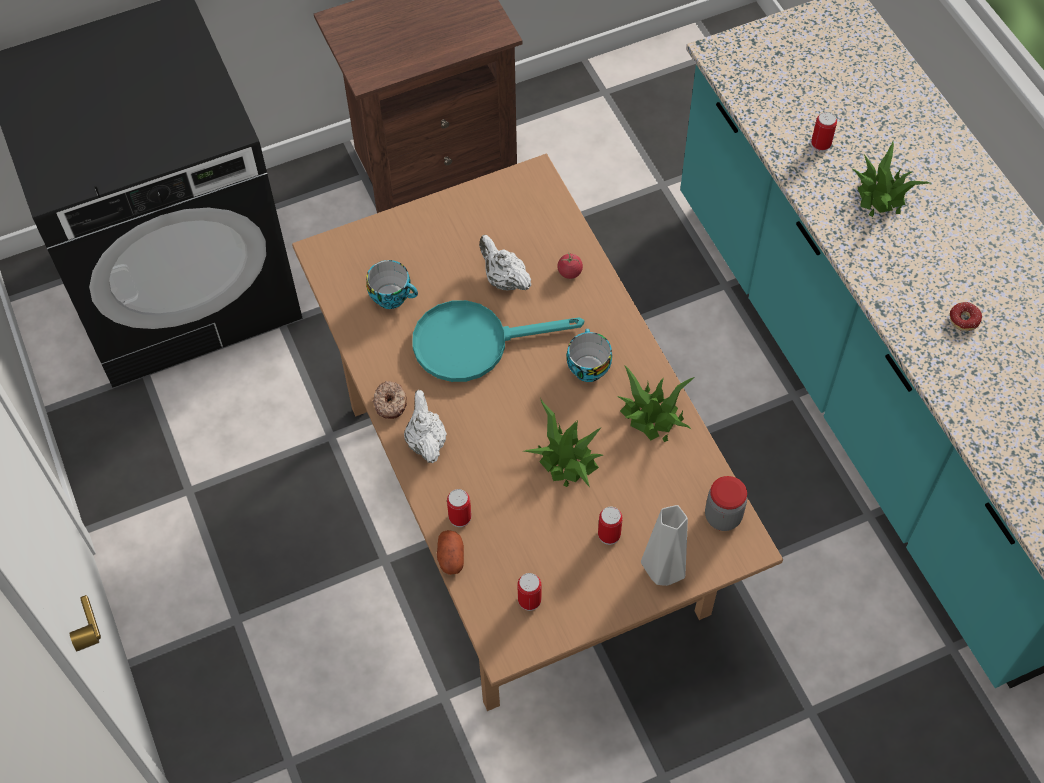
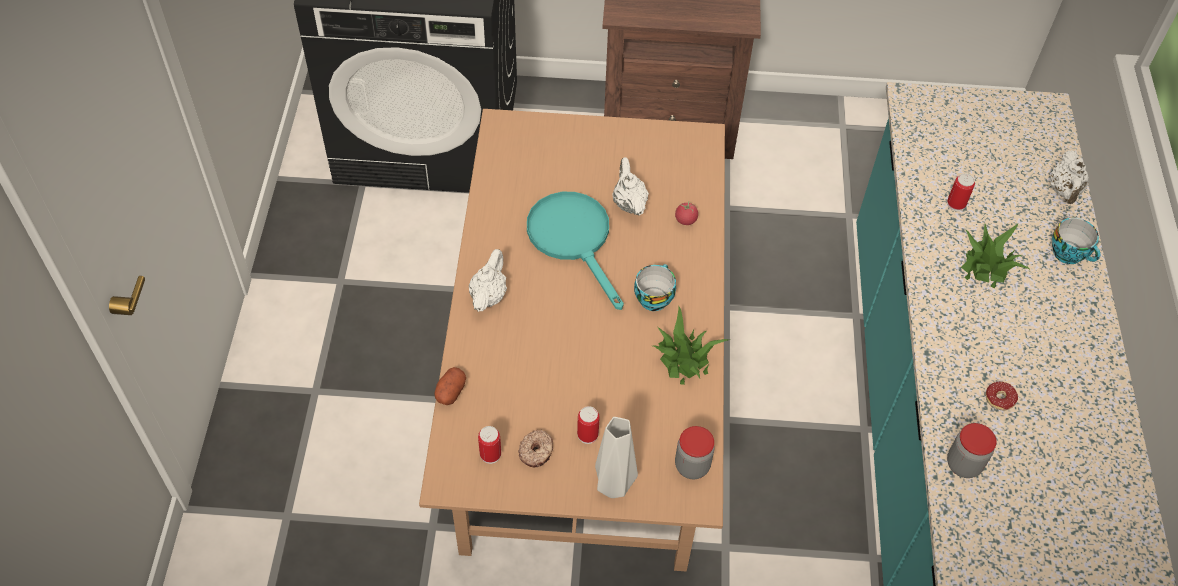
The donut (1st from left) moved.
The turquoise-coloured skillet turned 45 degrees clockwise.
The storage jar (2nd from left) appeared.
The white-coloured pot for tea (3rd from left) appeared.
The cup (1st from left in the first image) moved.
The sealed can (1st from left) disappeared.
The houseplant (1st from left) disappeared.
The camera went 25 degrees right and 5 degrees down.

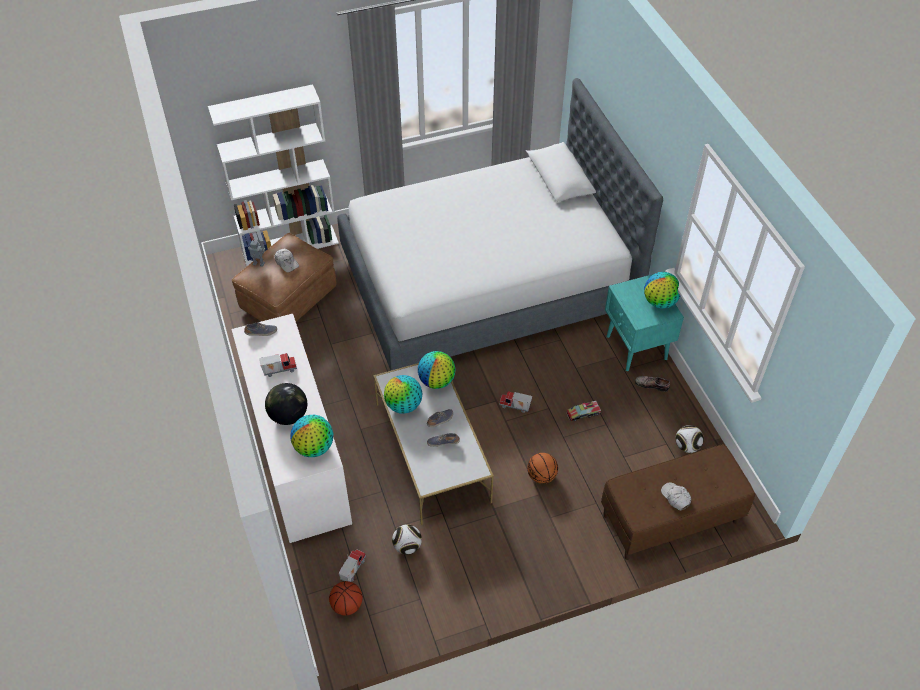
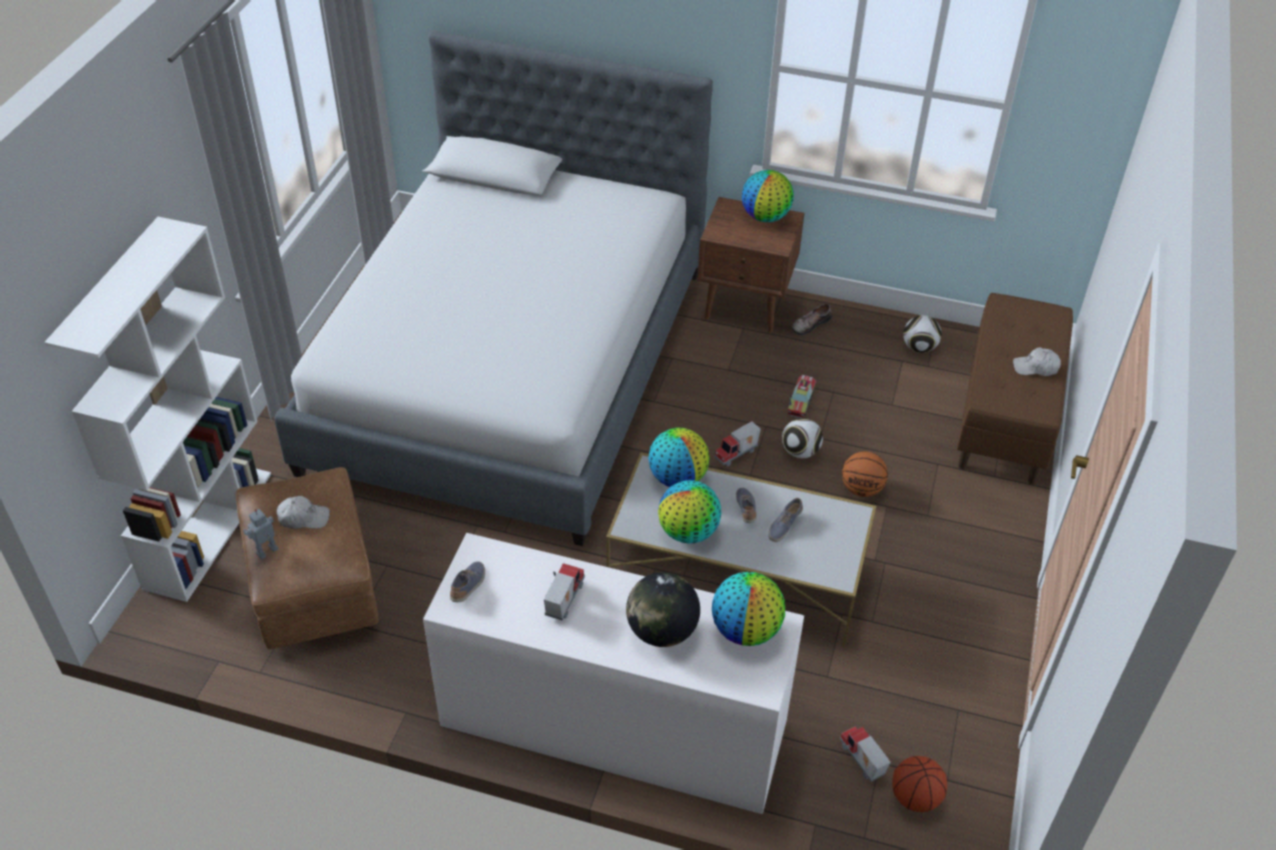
The turquoise-coloured nightstand became the brown nightstand.
The football (1st from left) moved.
The camera went 55 degrees left and 5 degrees down.

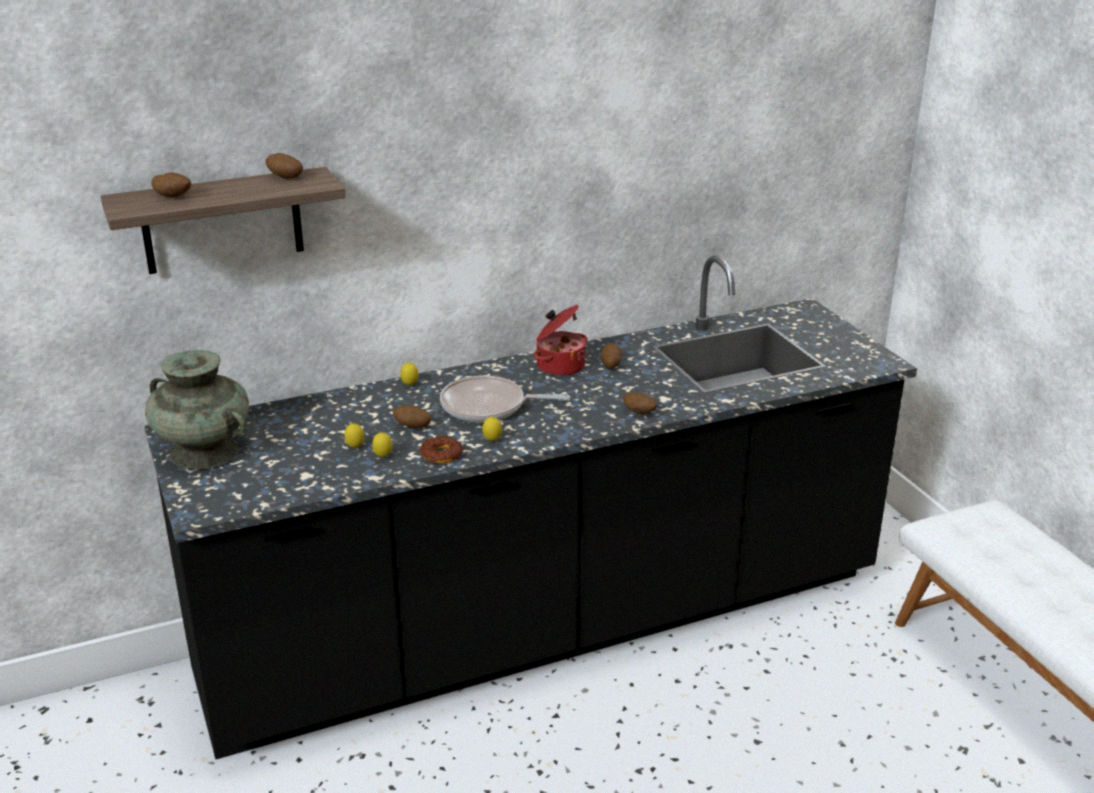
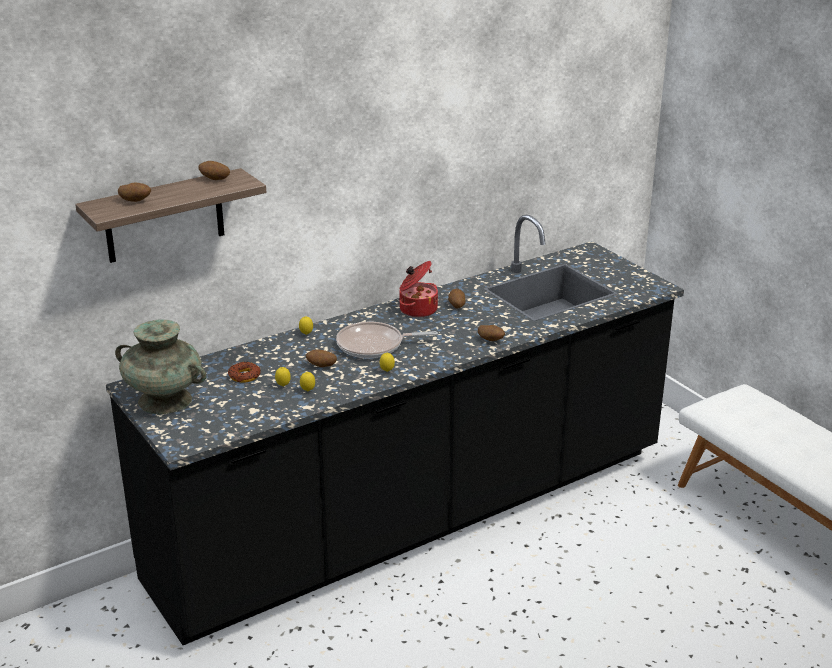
The donut moved.
The camera went 10 degrees left and 0 degrees up.

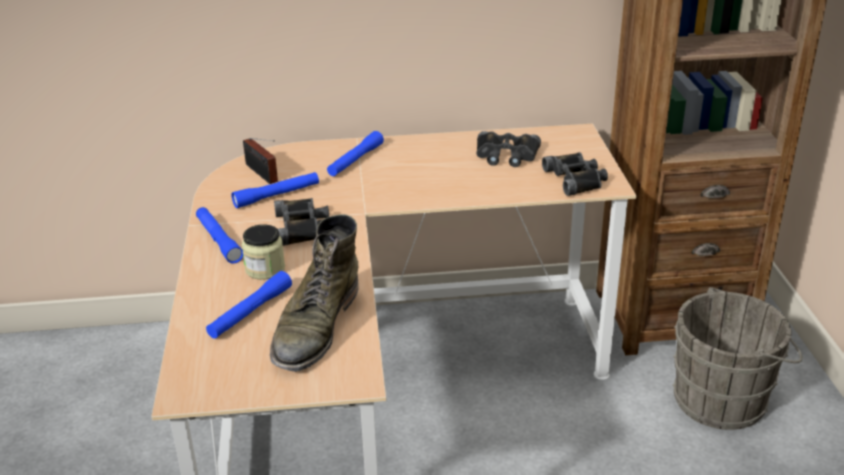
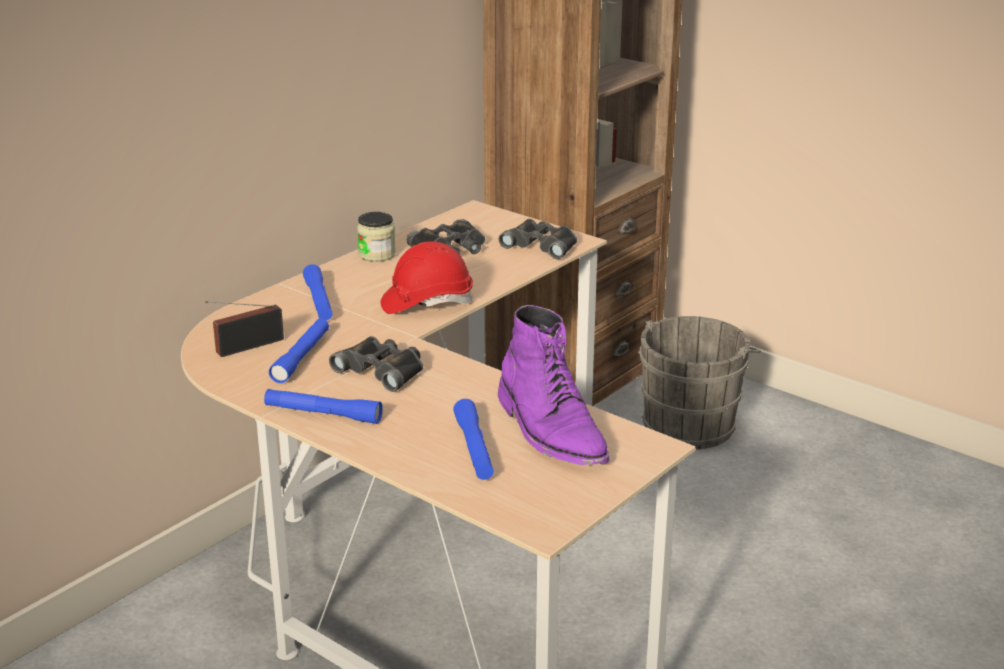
The radio turned 135 degrees clockwise.
The storage jar moved.
The red-coloured hard hat appeared.
The green-coloured boot became the purple boot.
The camera went 45 degrees left and 5 degrees down.

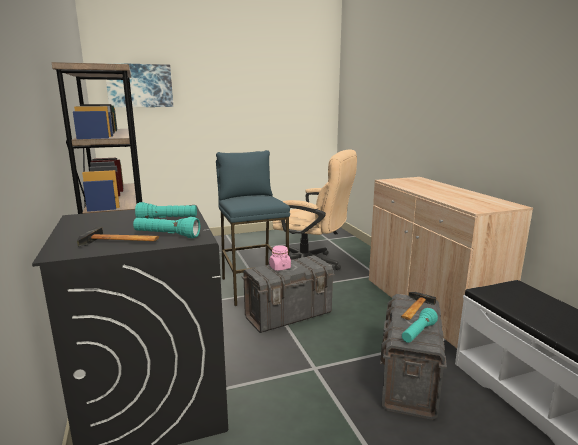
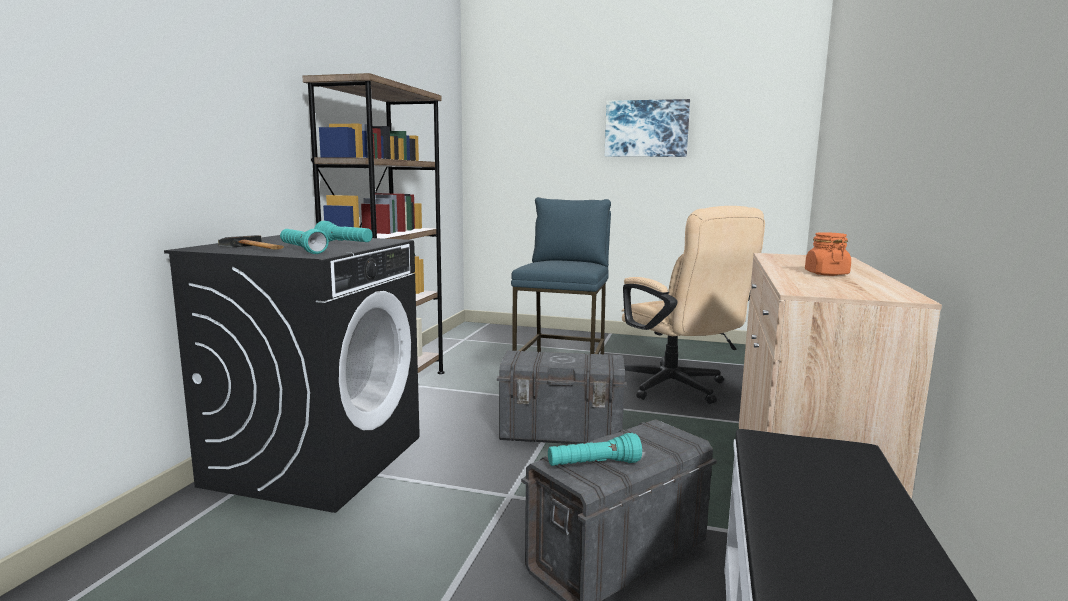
The wall picture moved.
The orangey storage jar appeared.
The pinkish storage jar disappeared.
The hand hammer (2nd from left) disappeared.
The camera went 35 degrees right and 5 degrees down.

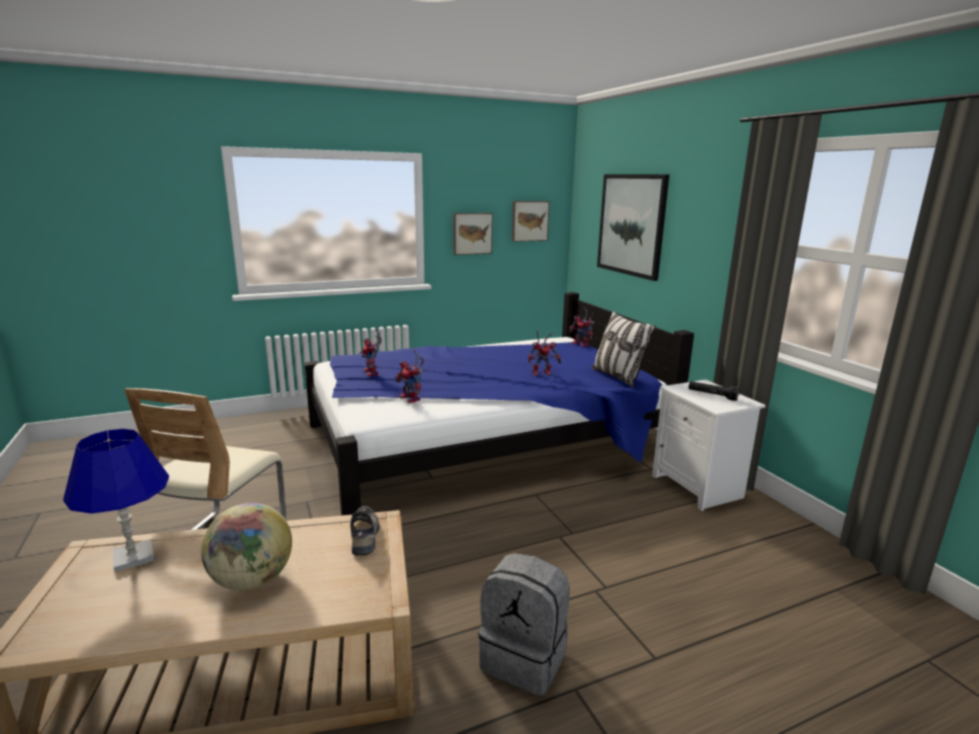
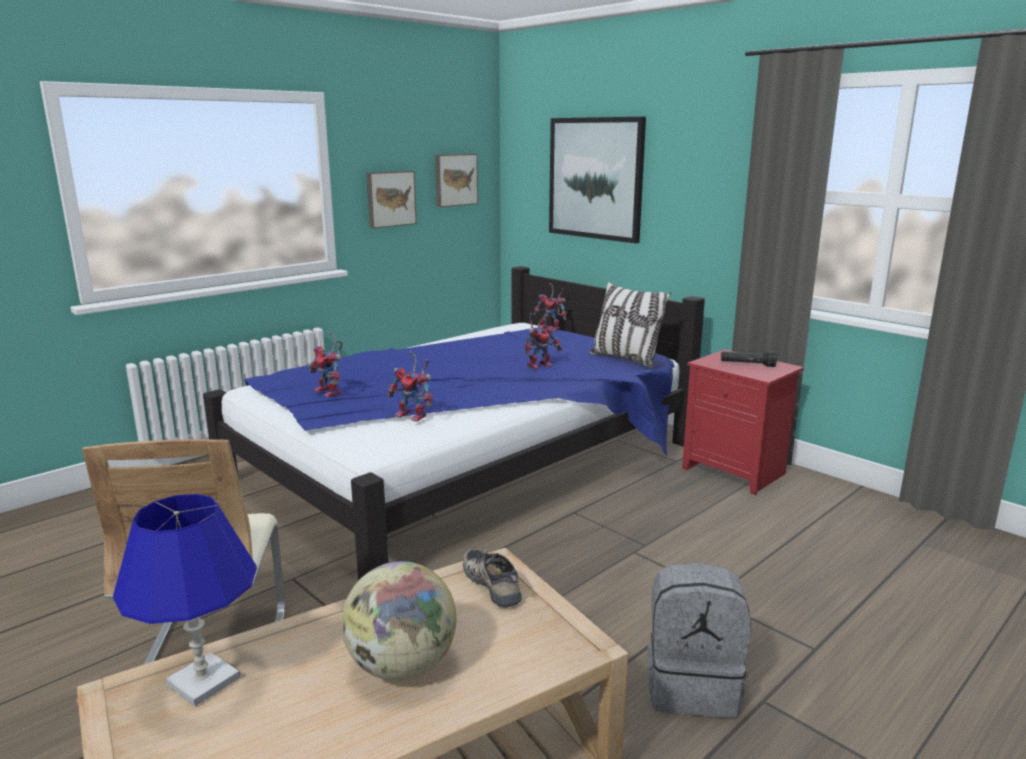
The white-coloured nightstand became the red-coloured nightstand.
The camera went 20 degrees left and 0 degrees up.

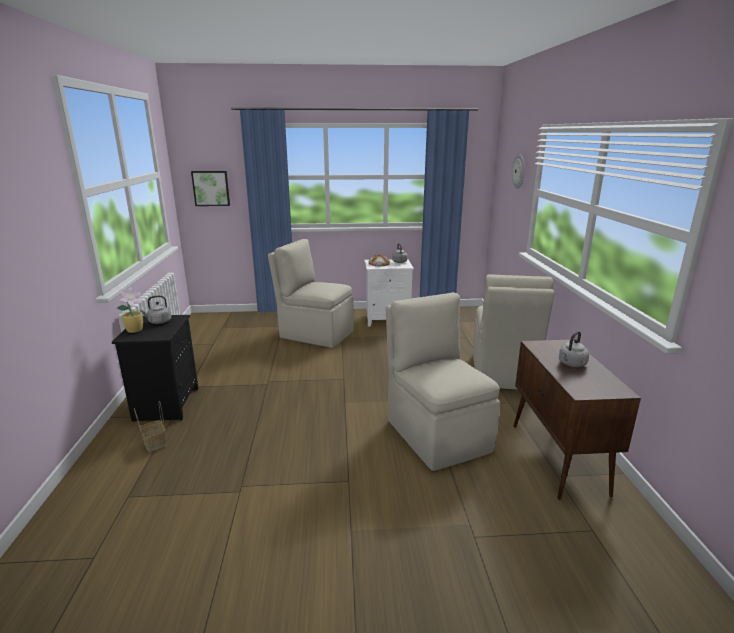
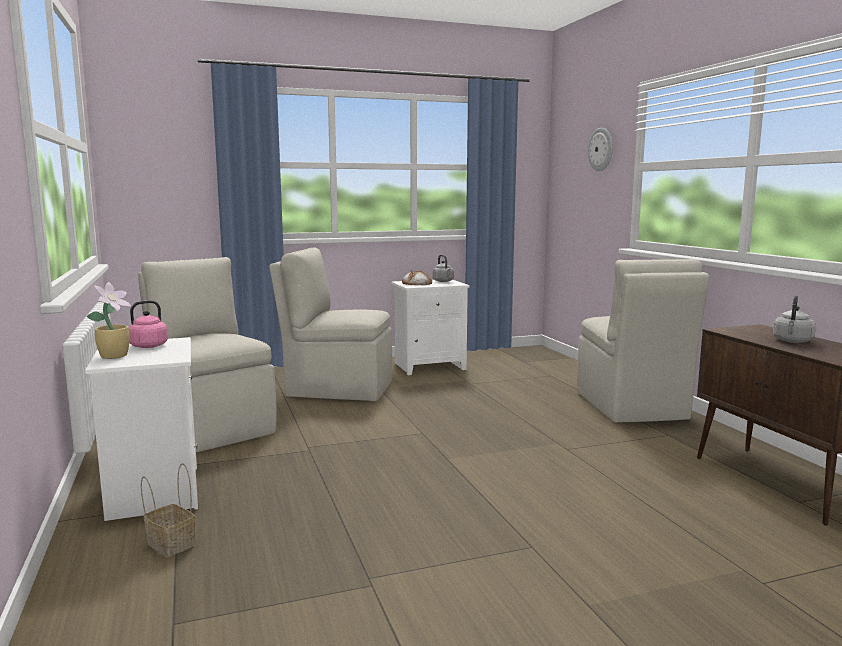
The black-coloured nightstand became the white-coloured nightstand (1st from left).
The greyish kettle (1st from left) became the pinkish kettle.
The sand-coloured plain chair (2nd from left in the first image) moved.
The wall picture disappeared.
The camera went 15 degrees left and 10 degrees down.

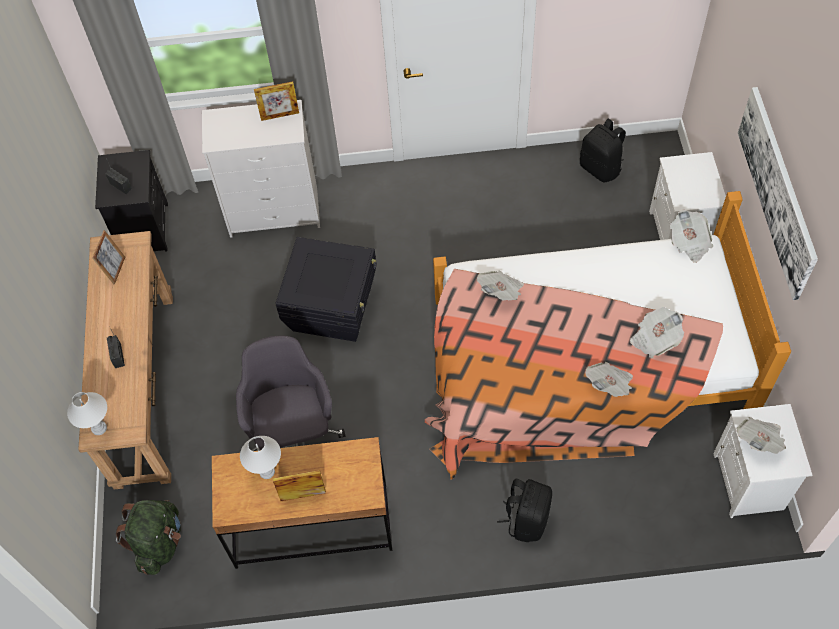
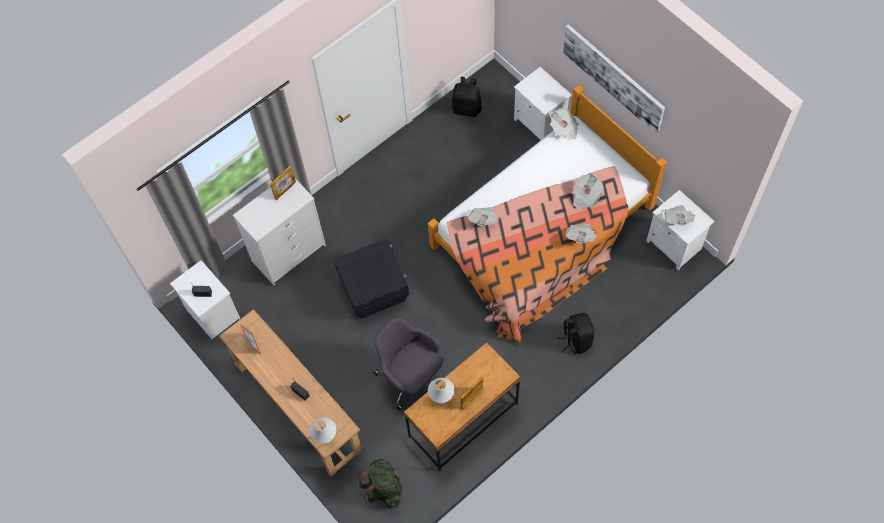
The black-coloured nightstand became the white-coloured nightstand (1st from left).
The camera went 35 degrees left and 5 degrees up.

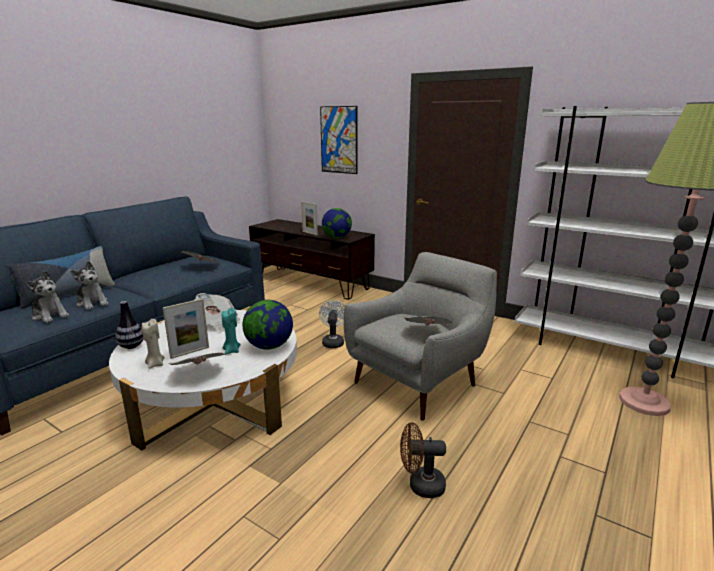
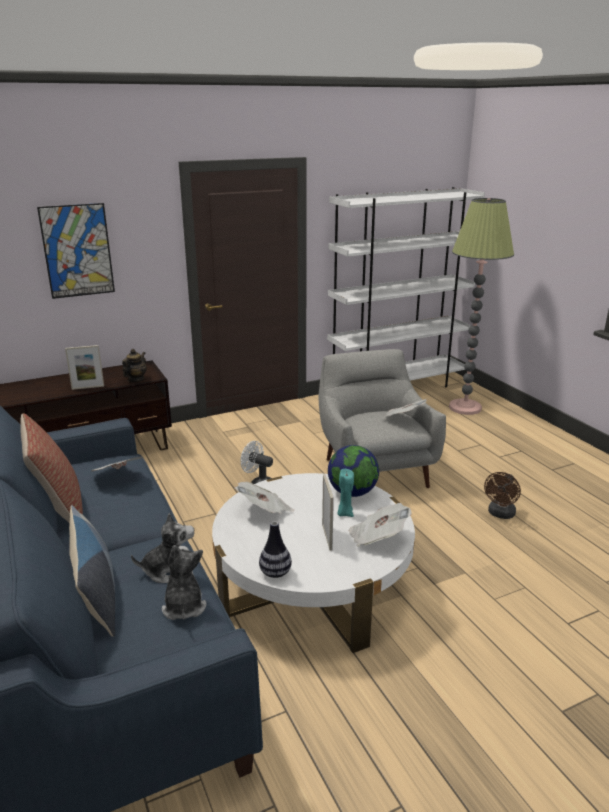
The pillow (1st from left) appeared.
The world globe (2nd from left) was replaced by the pot for tea.
The soft toy (1st from left in the first image) turned 75 degrees counterclockwise.
The sand-coloured candle disappeared.
The camera went 60 degrees left and 5 degrees up.

